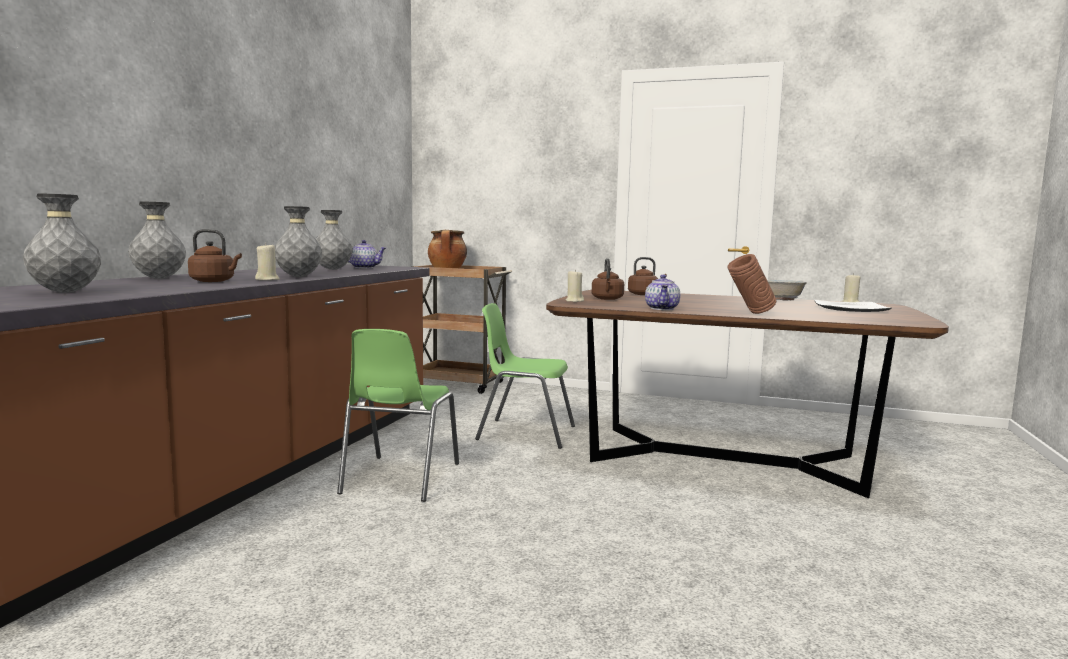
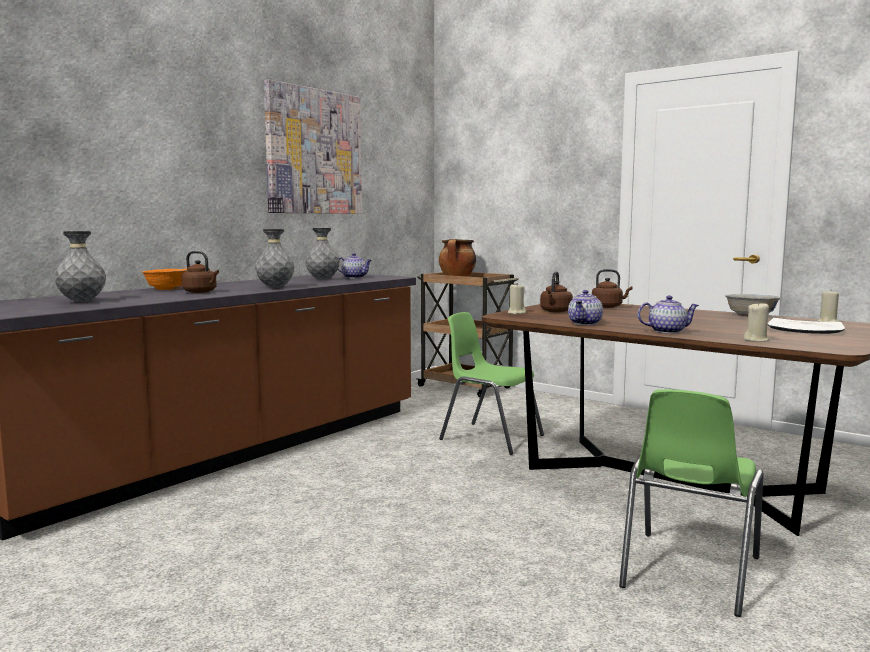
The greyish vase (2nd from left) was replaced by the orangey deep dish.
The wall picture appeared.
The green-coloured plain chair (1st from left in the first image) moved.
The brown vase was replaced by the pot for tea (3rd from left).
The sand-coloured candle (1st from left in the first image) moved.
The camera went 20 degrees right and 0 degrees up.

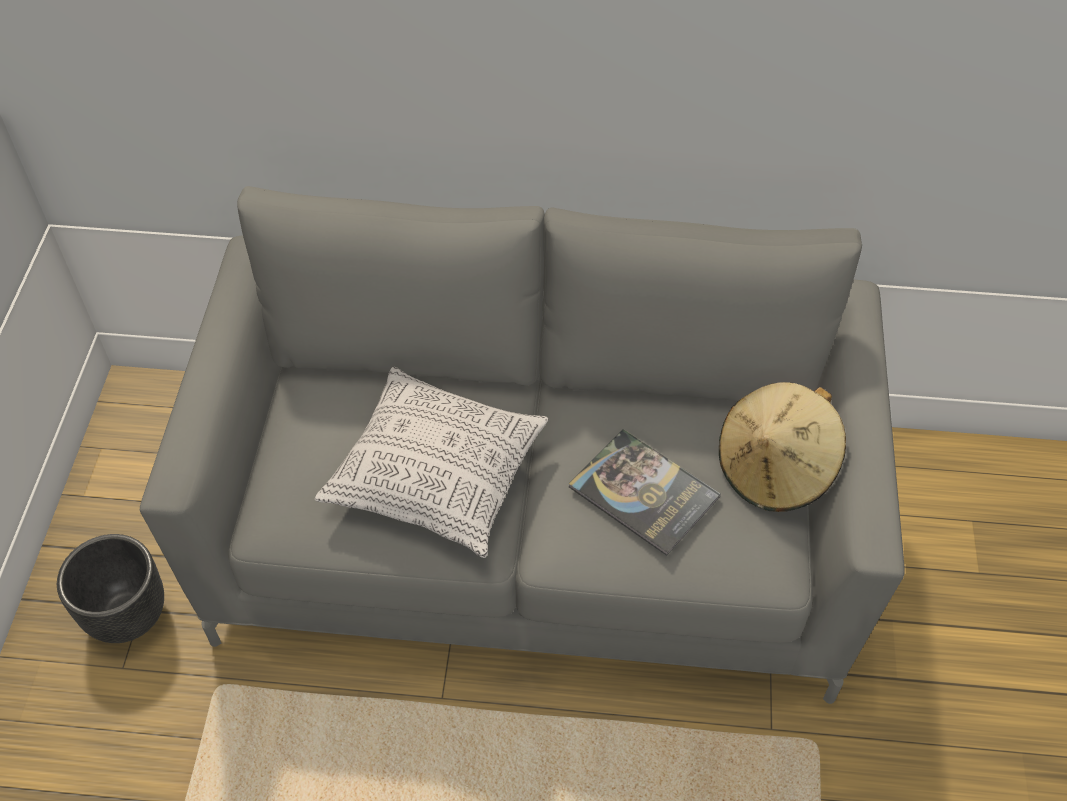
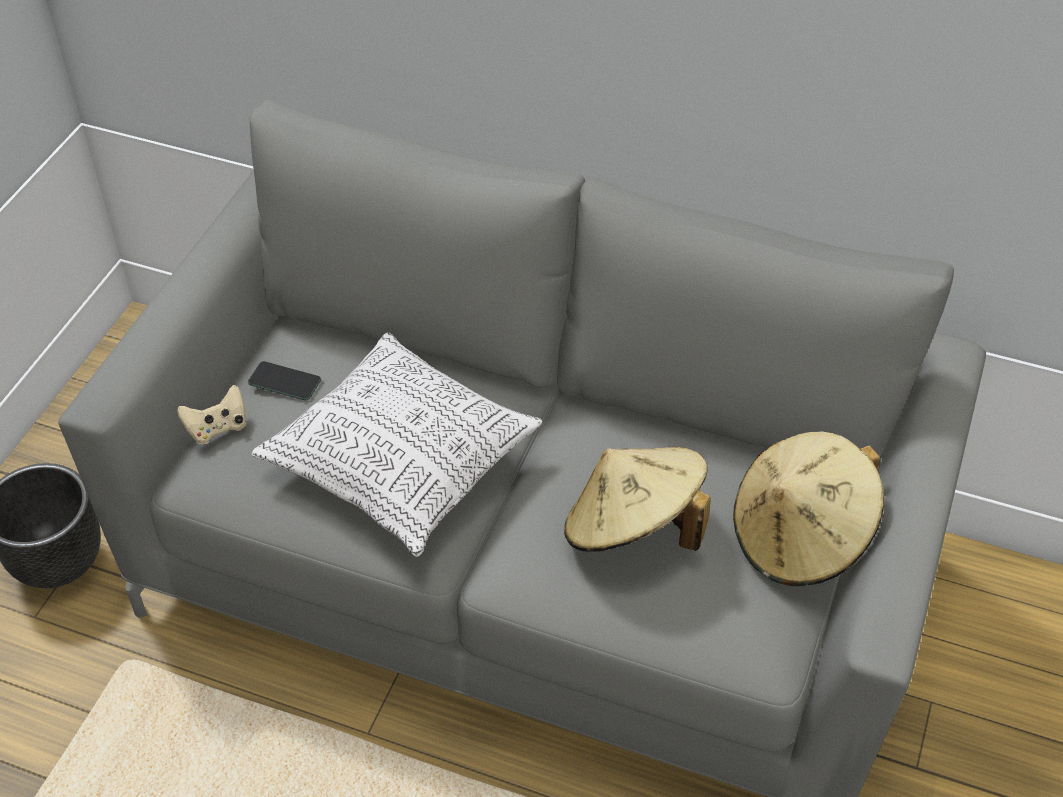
The sand-coloured joypad appeared.
The telephone appeared.
The volume was replaced by the sand-coloured wearable hat (1st from left).
The camera went 15 degrees right and 5 degrees down.

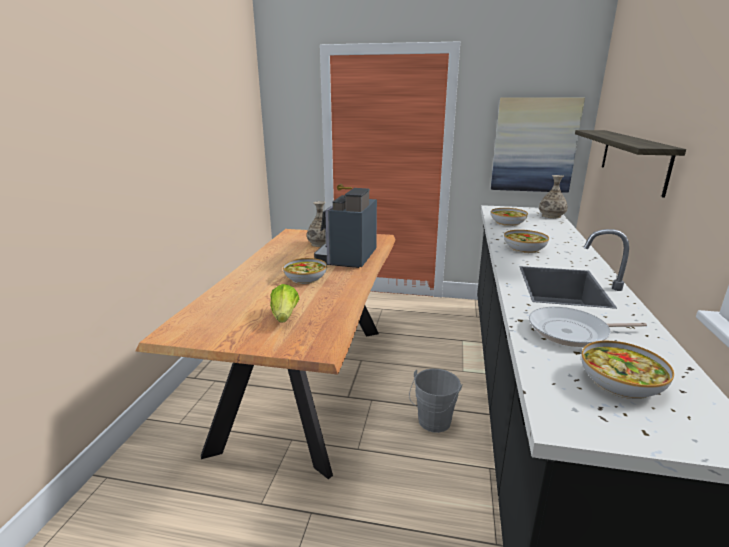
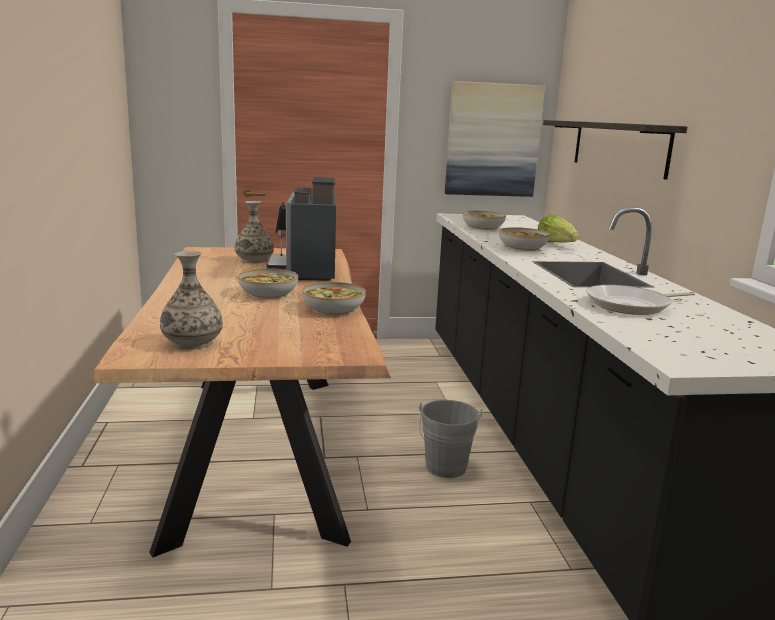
The vase (2nd from left in the first image) moved.
The deep dish (4th from left in the first image) moved.
The lettuce head moved.
The camera went 20 degrees left and 5 degrees down.

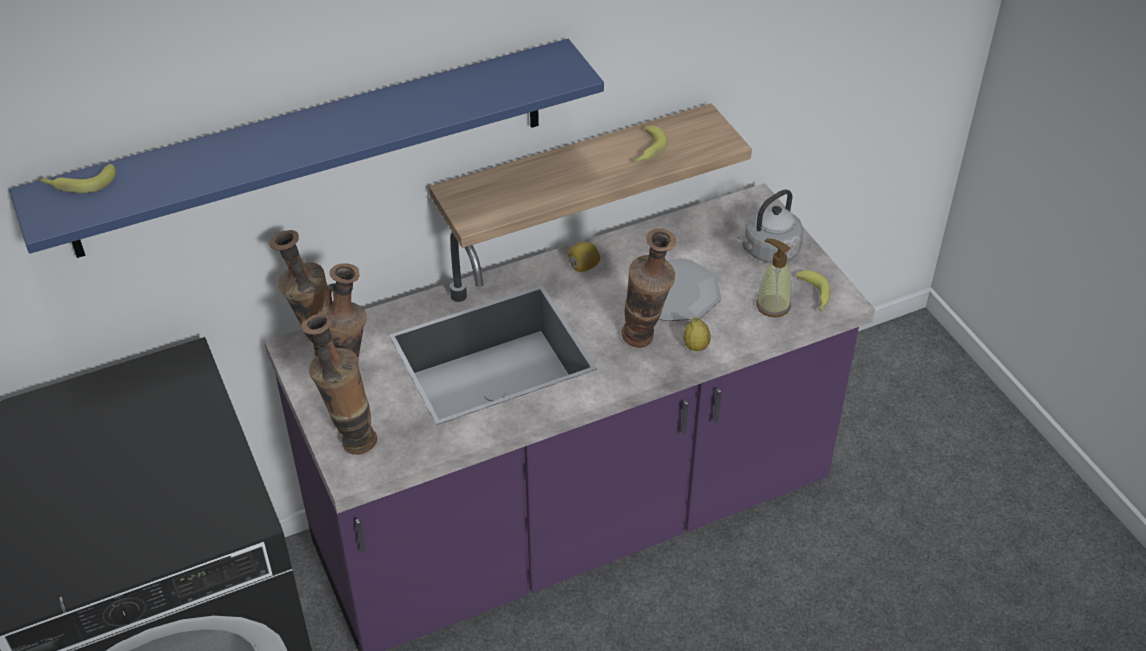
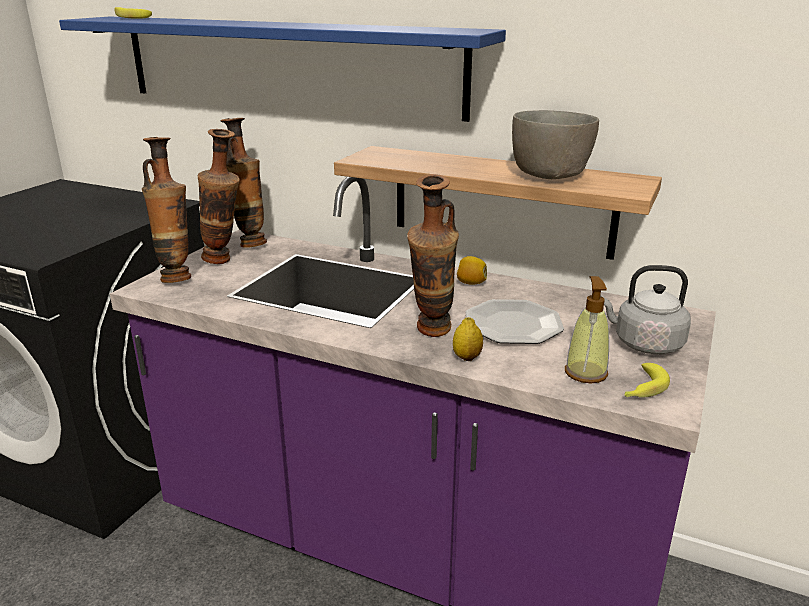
The banana (2nd from left) was replaced by the greyish deep dish.
The camera went 50 degrees right and 20 degrees down.

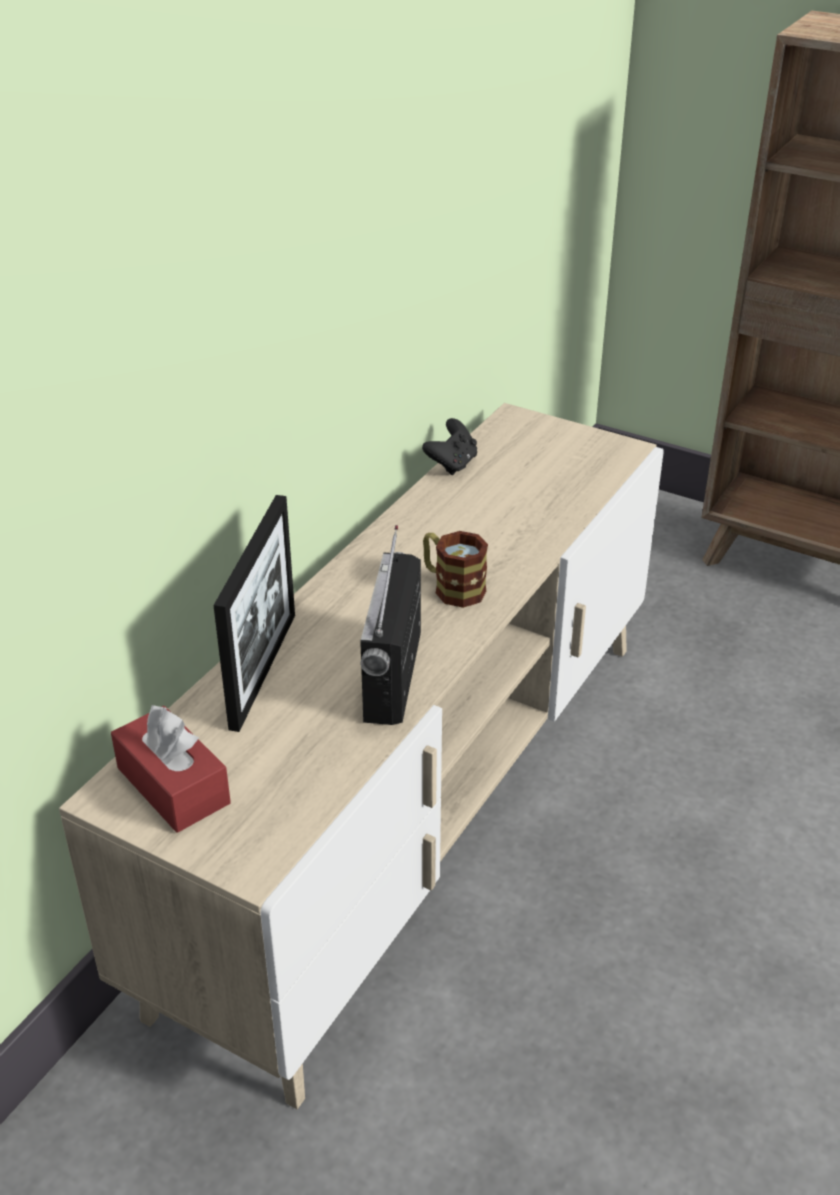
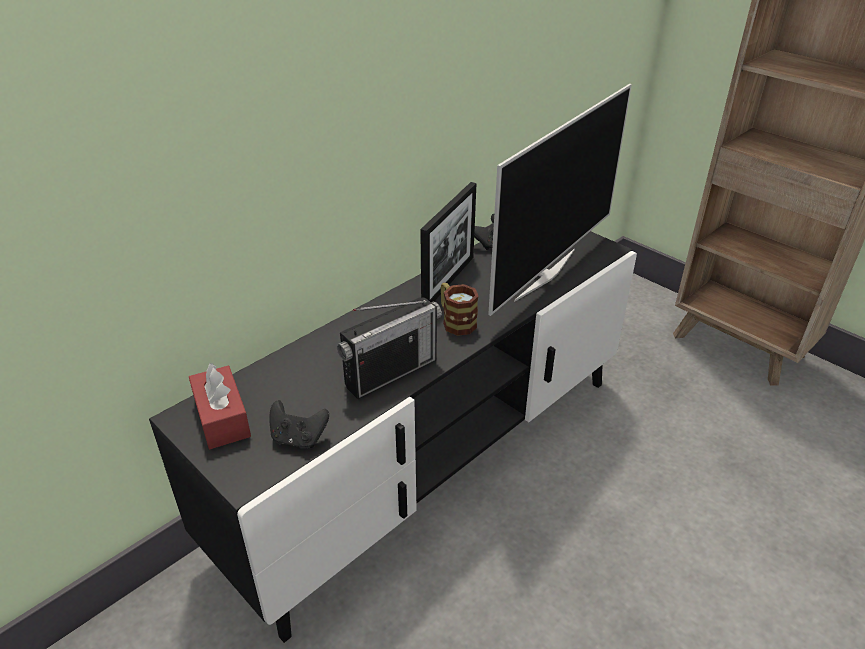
The sand-coloured media console became the black-coloured media console.
The black-coloured joypad (1st from left) appeared.
The radio turned 150 degrees counterclockwise.
The picture frame moved.
The television appeared.
The camera went 15 degrees right and 0 degrees up.

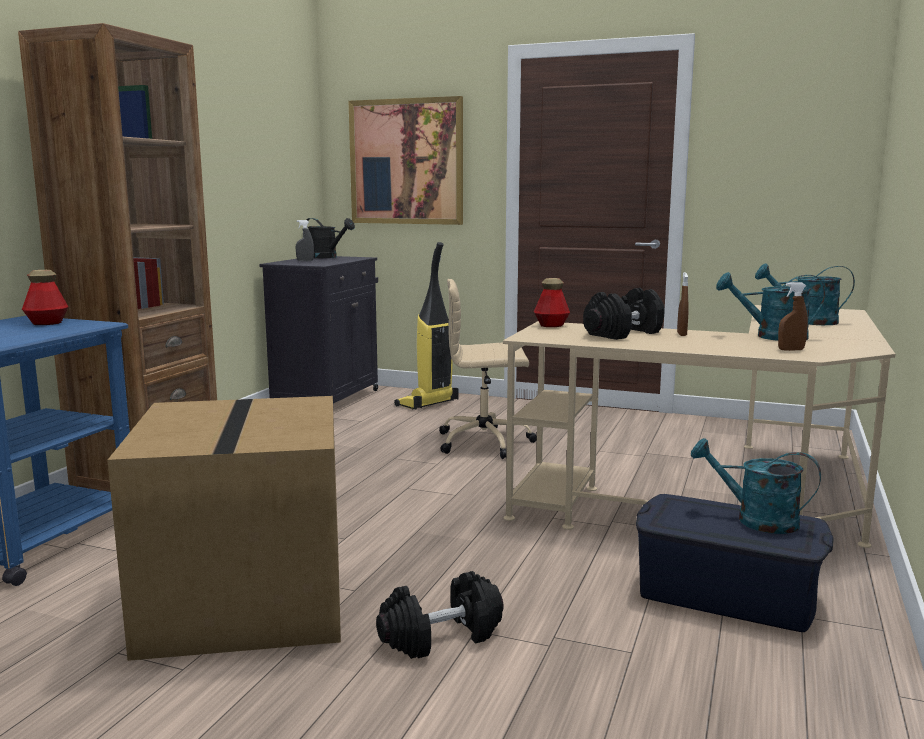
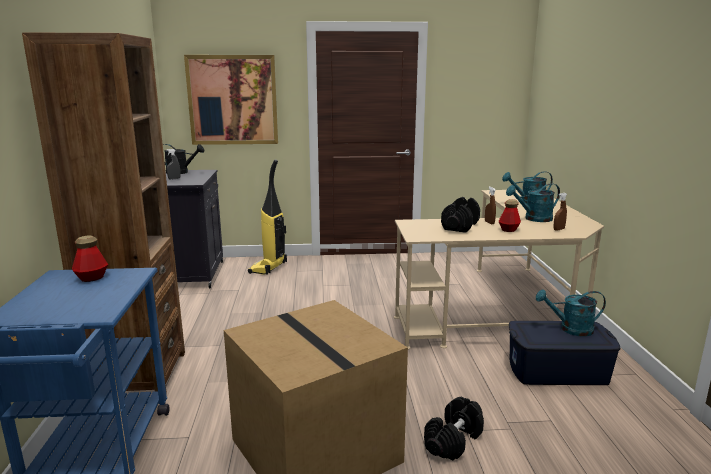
The beverage bottle (2nd from left) moved.
The sand-coloured desk chair disappeared.
The camera went 25 degrees left and 5 degrees up.

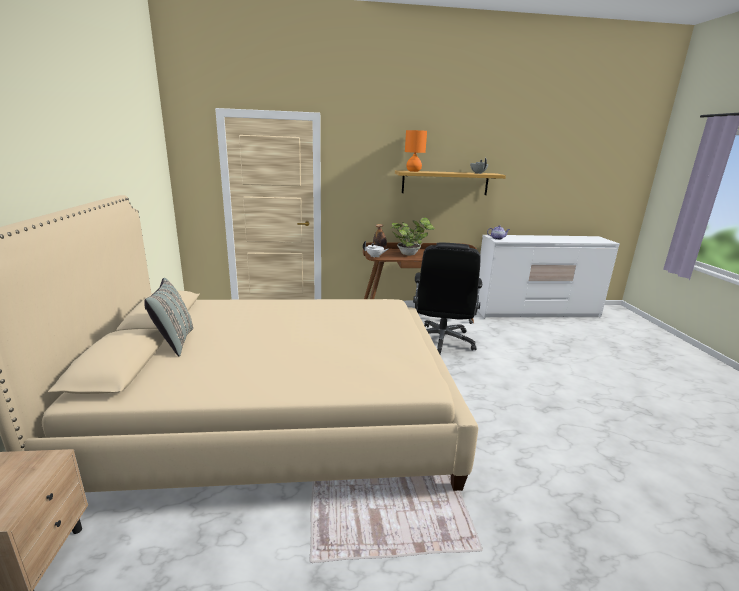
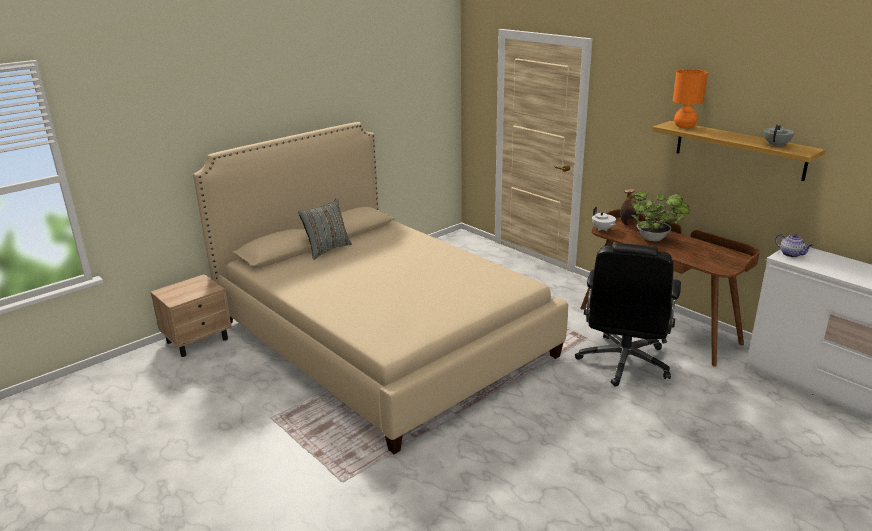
The black-coloured desk chair turned 45 degrees counterclockwise.
The camera went 55 degrees right and 5 degrees up.

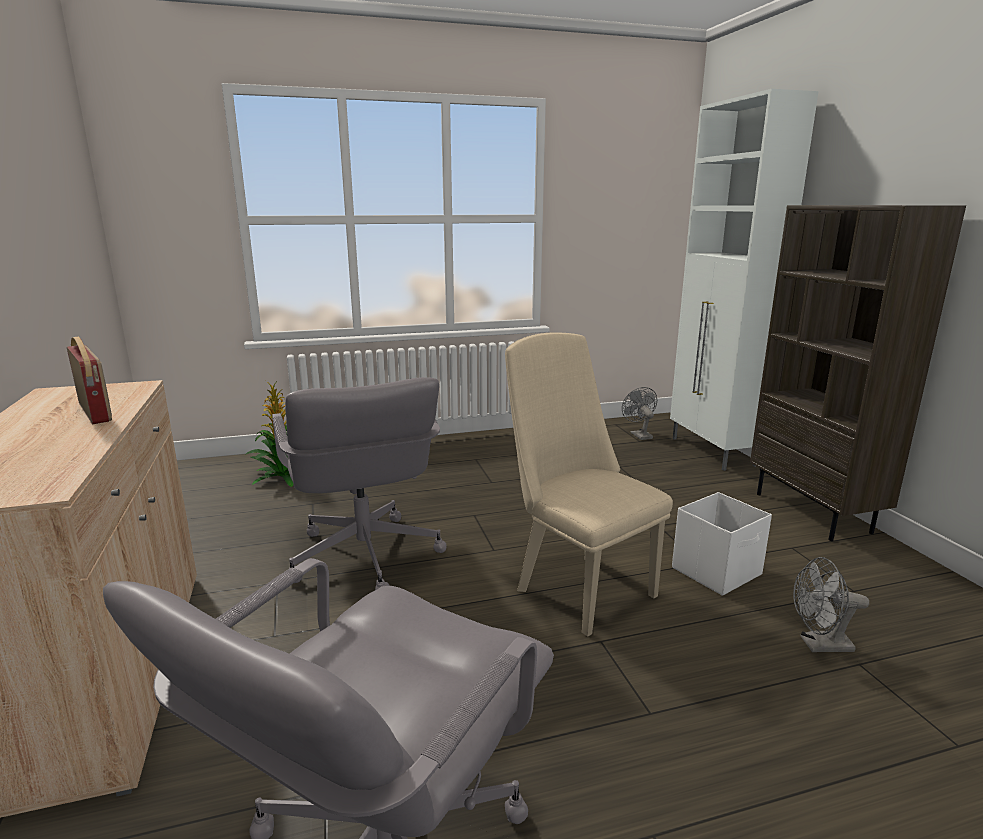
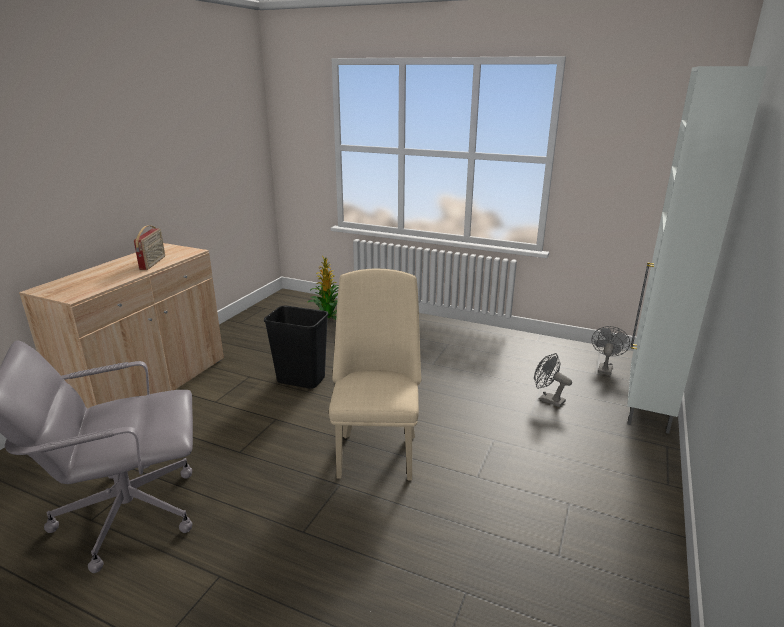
The greyish desk chair (2nd from left) was replaced by the black-coloured rubbish bin.
The greyish electric fan (2nd from left in the first image) moved.
The white-coloured storage container disappeared.
The brown bookshelf disappeared.
The camera went 40 degrees right and 5 degrees up.

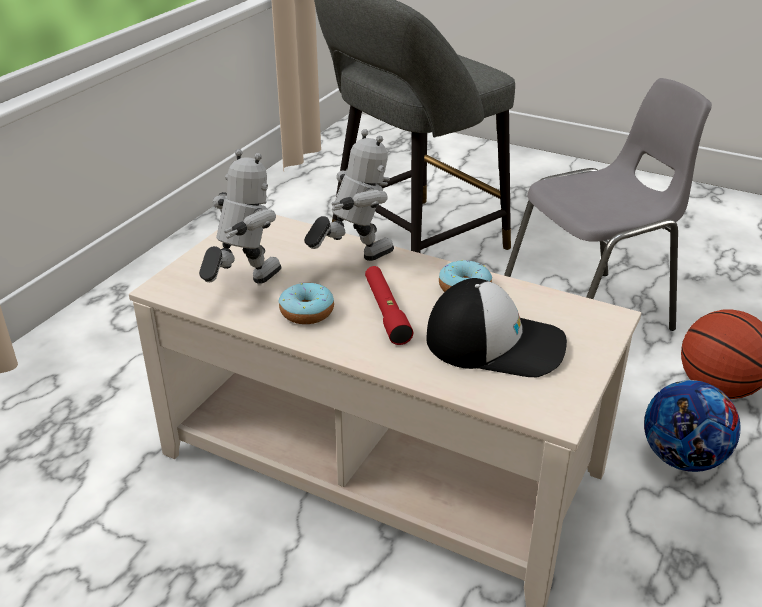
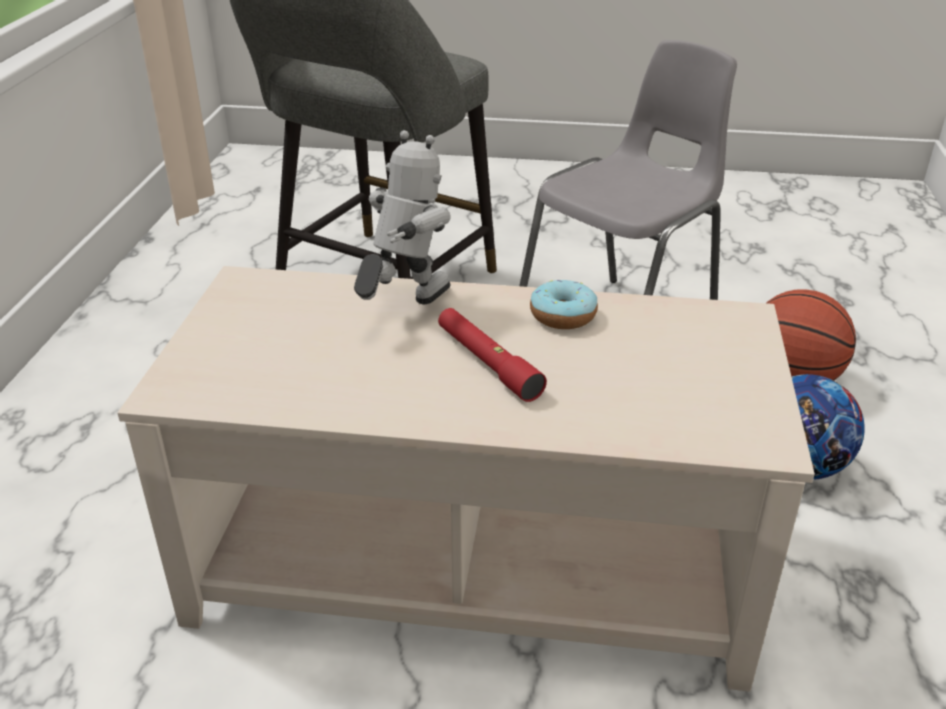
The model robot (1st from left) disappeared.
The donut (1st from left) disappeared.
The baseball cap disappeared.
The camera went 20 degrees left and 0 degrees up.

